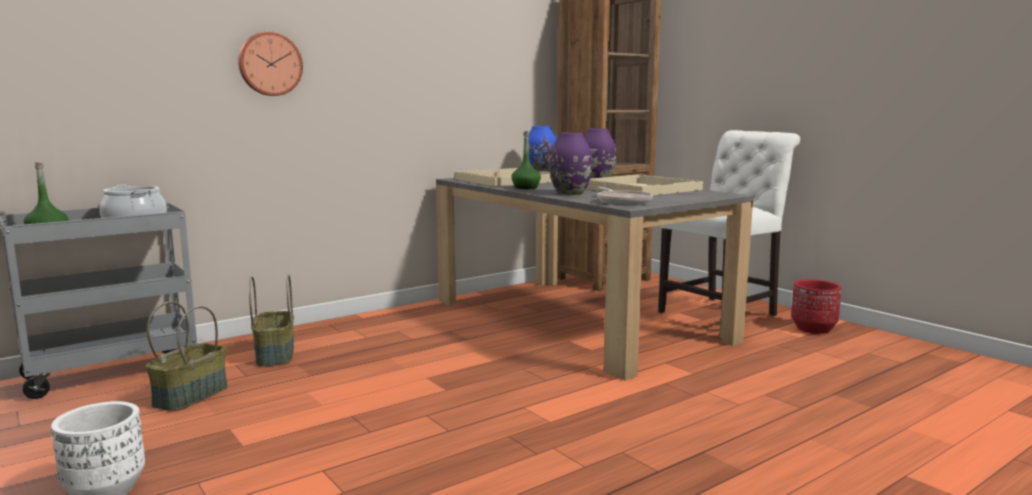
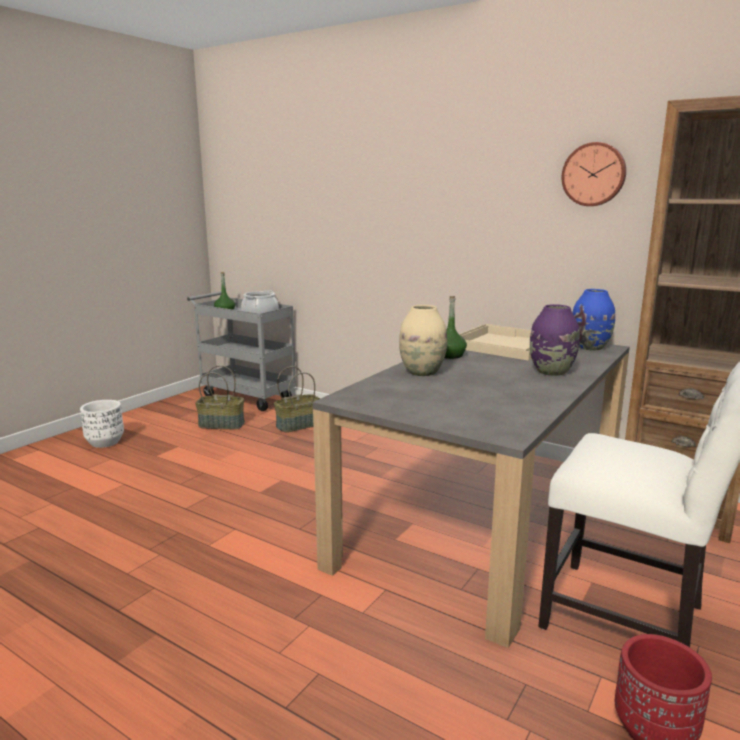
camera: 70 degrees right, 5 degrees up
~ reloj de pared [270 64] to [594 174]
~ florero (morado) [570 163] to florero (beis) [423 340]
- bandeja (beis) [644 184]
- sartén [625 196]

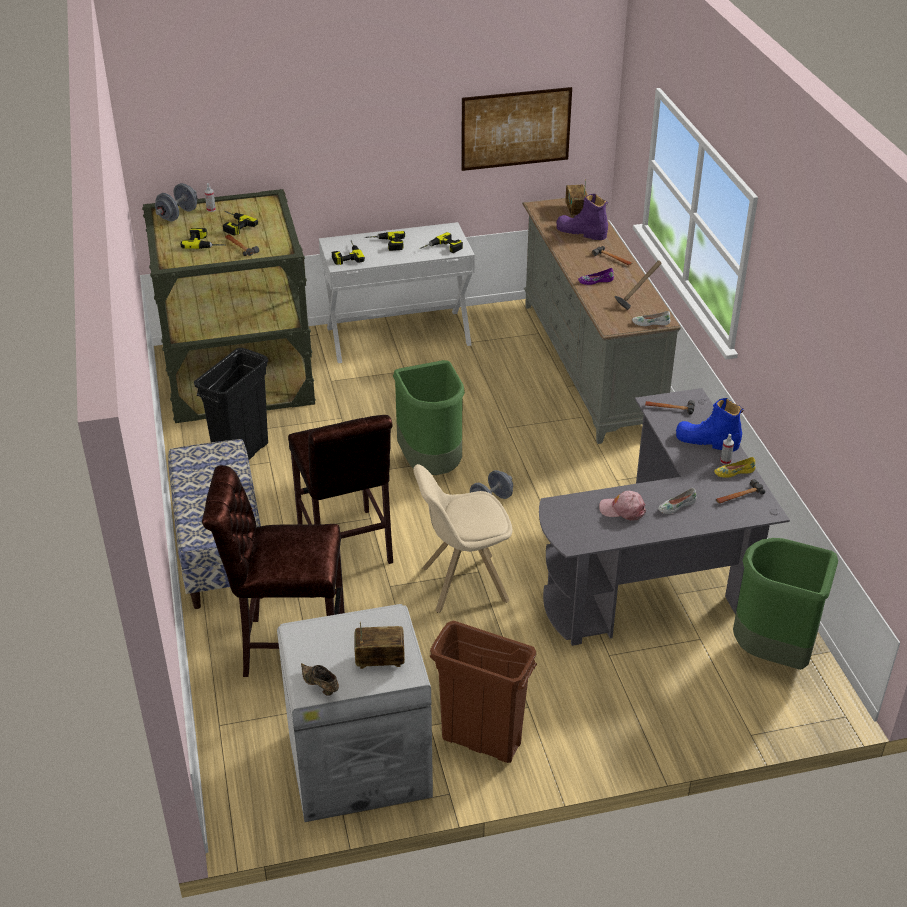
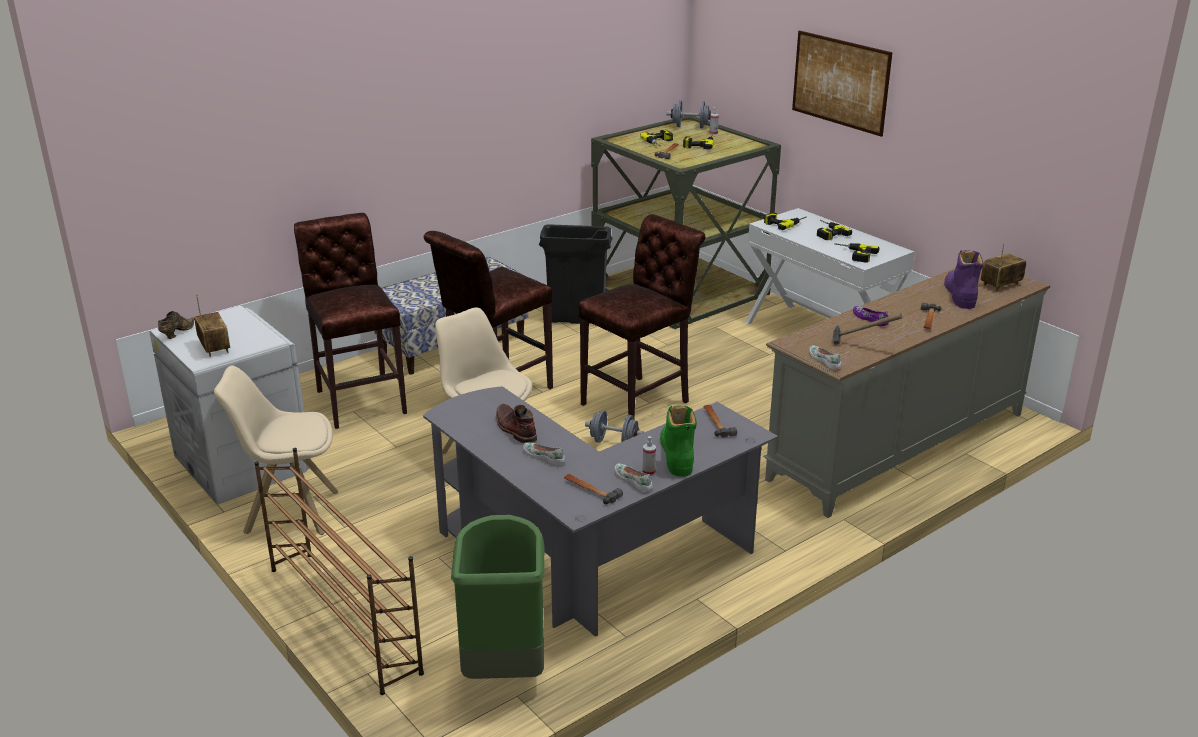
camera: 65 degrees right, 10 degrees down
~ papelera (verde) [429 417] to taburete (marrón) [642 317]
~ papelera (marrón) [483 692] to silla (beis) [276 450]
~ cuadro [516 129] to [842 83]
~ gorra (rosa) [622 506] to bota (marrón) [516 423]
~ bota (azul) [710 425] to bota (verde) [678 441]
~ zapato (amarillo) [734 467] to zapato (blanco) [633 477]
+ zapatero (marrón) [339 571]

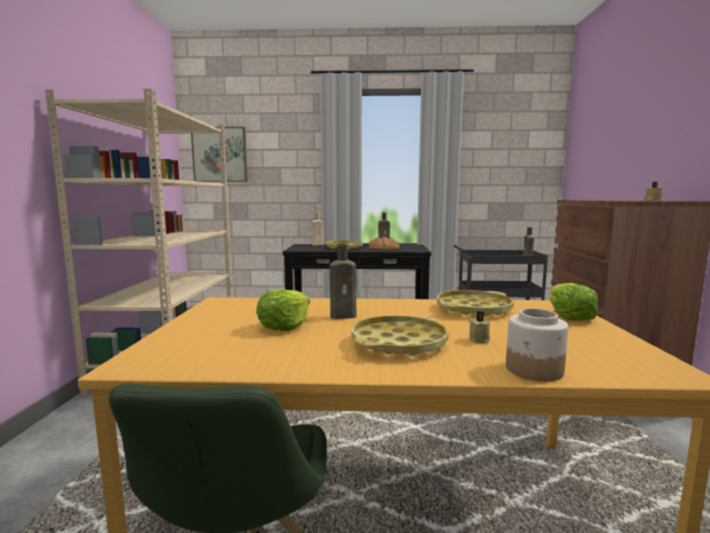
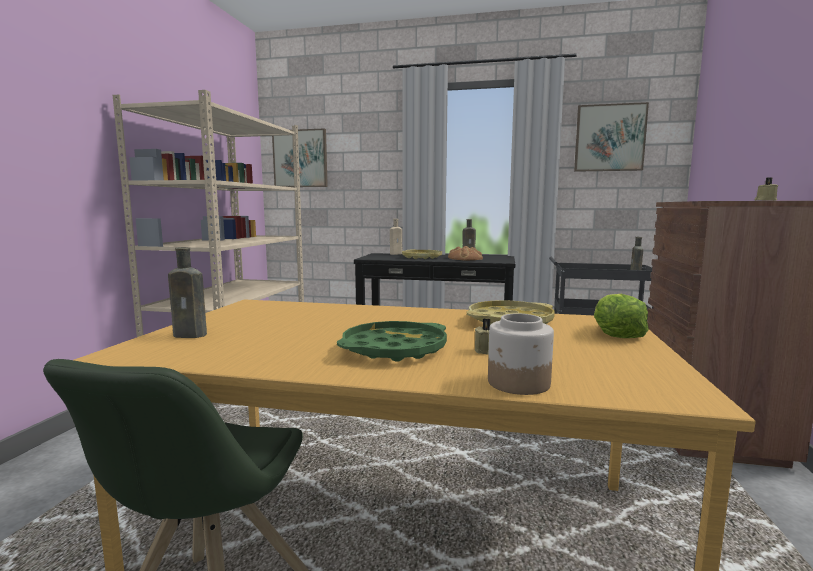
camera: 10 degrees right, 0 degrees up
- lechuga [283 310]
~ botella (marrón) [343 281] to [187 292]
~ bandeja (amarillo) [400 335] to bandeja (verde) [392 341]
+ cuadro [611 137]

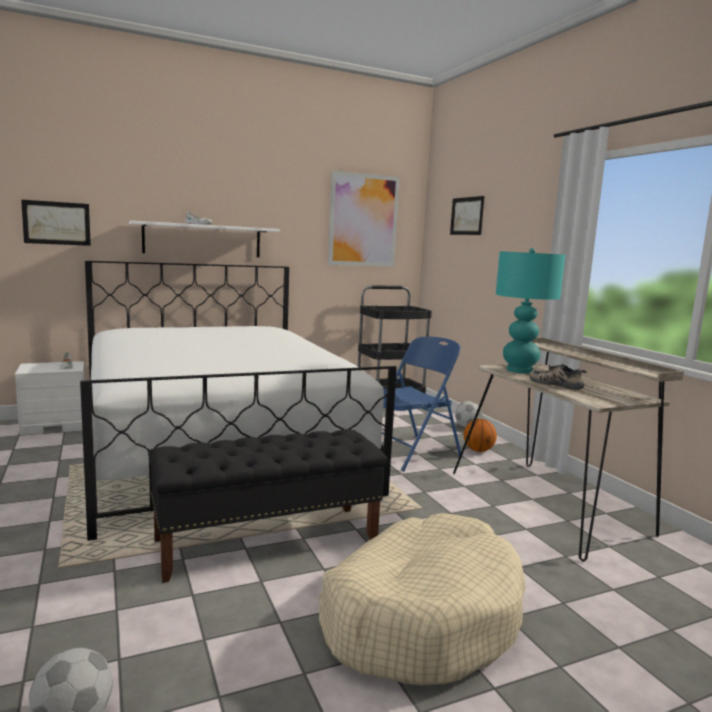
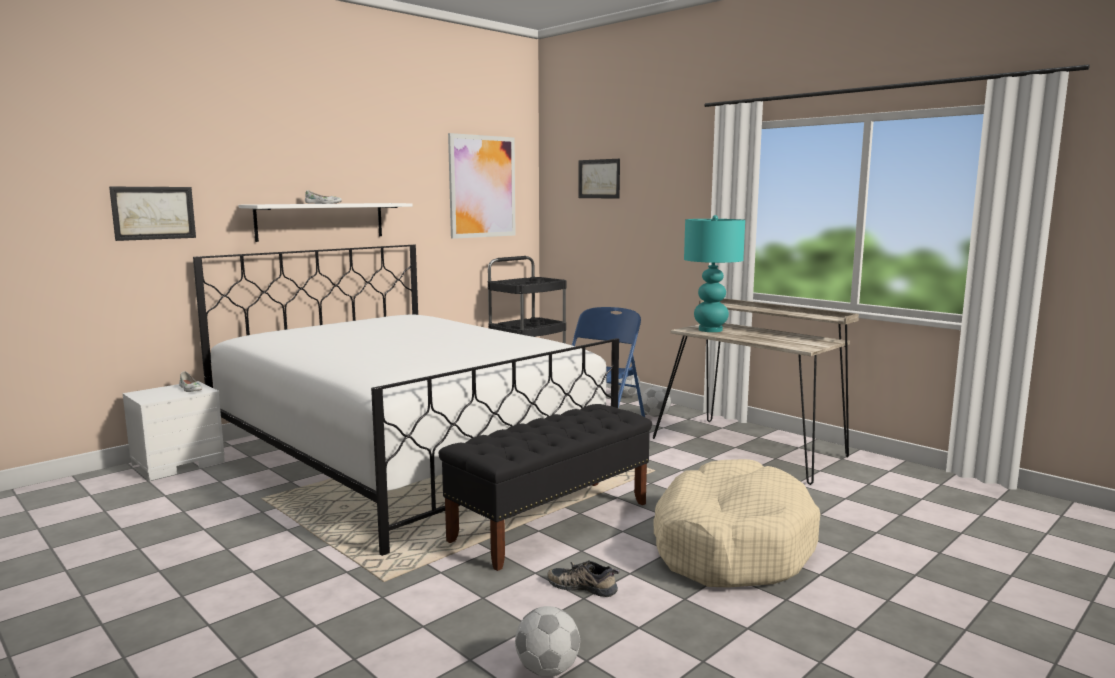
camera: 20 degrees left, 0 degrees up
~ balón de baloncesto [480 435] to balón de fútbol [656 401]
~ zapato [558 377] to [583 578]

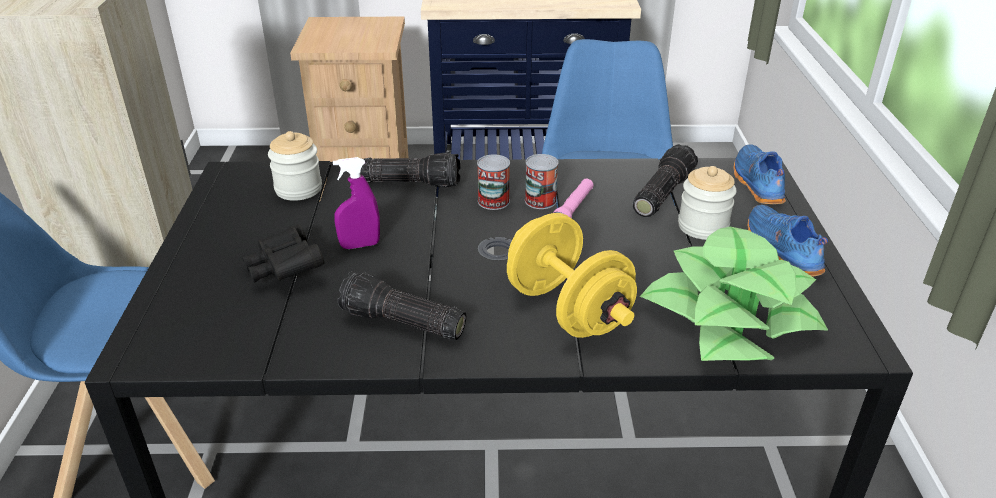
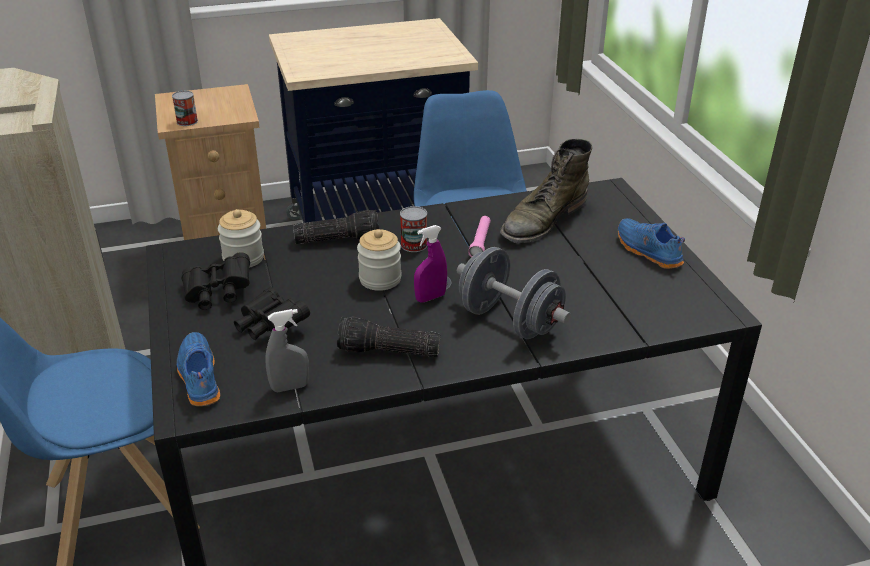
camera: 15 degrees left, 0 degrees up
~ pulverizador (morado) [356 203] to [430 263]
~ mancuerna (amarillo) [572 275] to mancuerna (gris) [514 293]
~ lata [542 181] to [185 108]
~ linterna [665 180] to bota (verde) [546 191]
- planta en maceta [734 294]
~ tarro [707 203] to [379 260]
~ zapato (azul) [759 175] to [198 369]
+ prismáticos (negro) [216 281]
+ pulverizador (gris) [287 350]

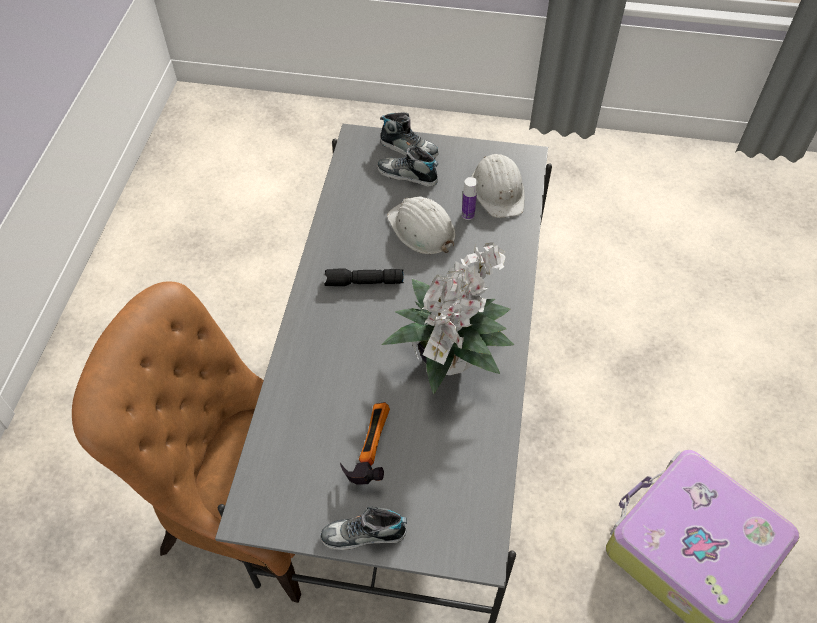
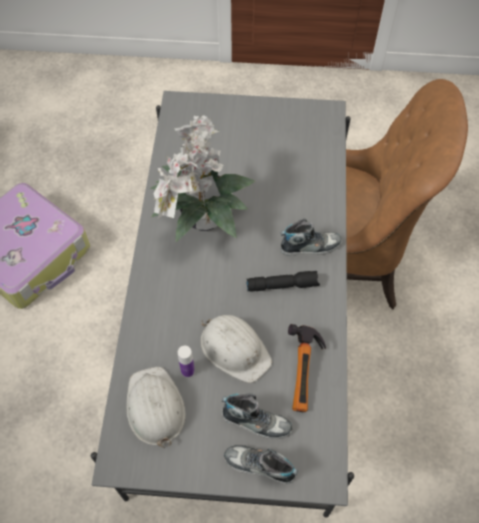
camera: 175 degrees right, 5 degrees up
~ zapato [363 528] to [311 237]
~ martillo [365 443] to [307 368]

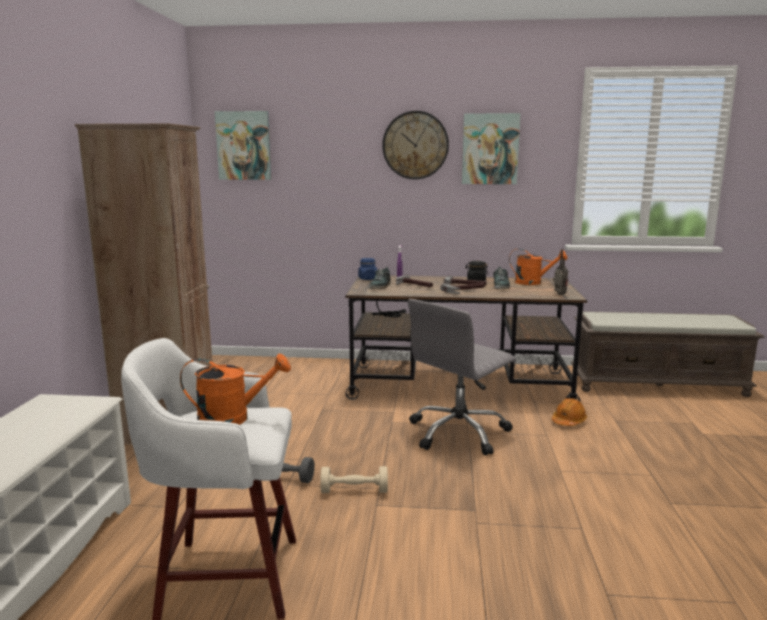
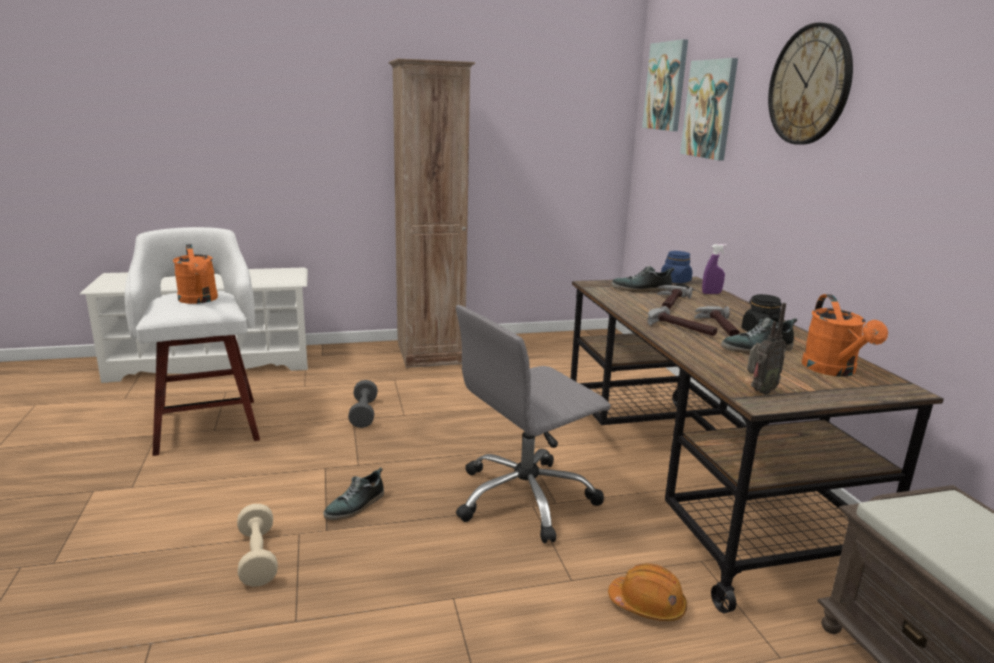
camera: 70 degrees right, 5 degrees up
~ mancuerna (beis) [354 479] to [257 545]
~ silla de oficina (gris) [462 377] = [533 424] 60 degrees counterclockwise
~ cuadro [491 148] to [709 109]
+ zapato [353 493]

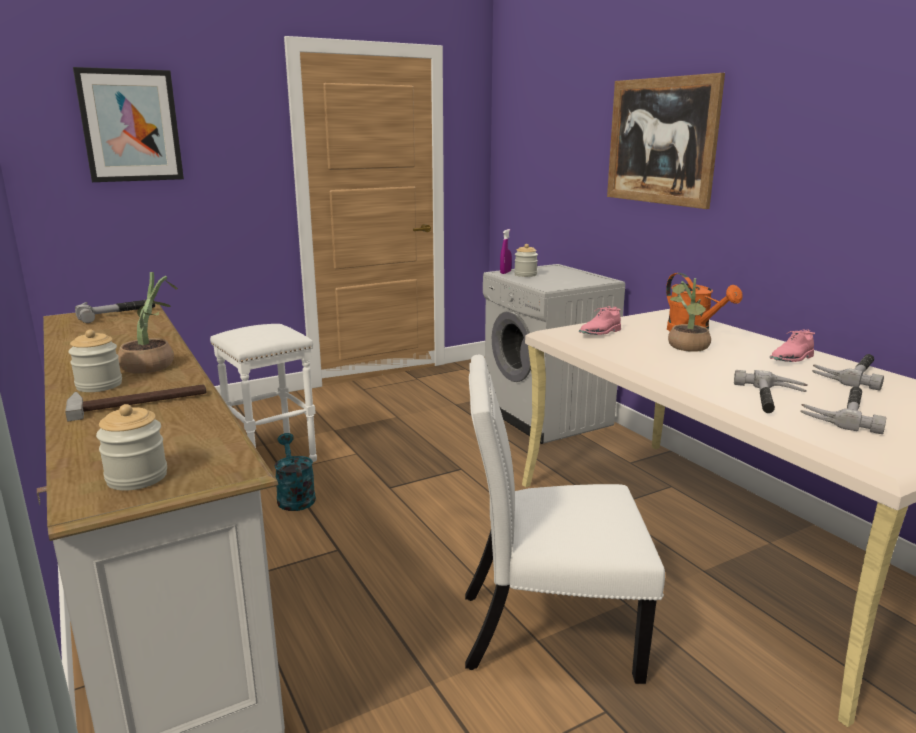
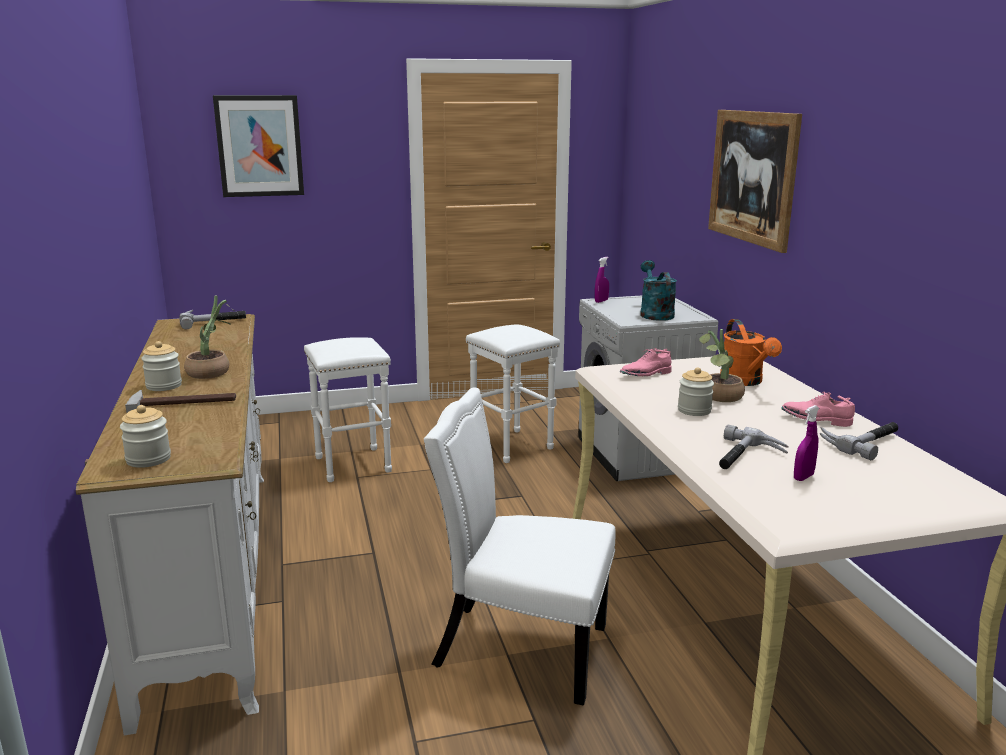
camera: 15 degrees right, 0 degrees up
~ regadera (turquesa) [295 472] to [658 290]
~ tarro [526 260] to [696 391]
~ zapato (rosa) [792 346] = [818 409] 45 degrees clockwise
~ martillo [843 410] to pulverizador (morado) [806 443]
+ taburete (blanco) [513 393]

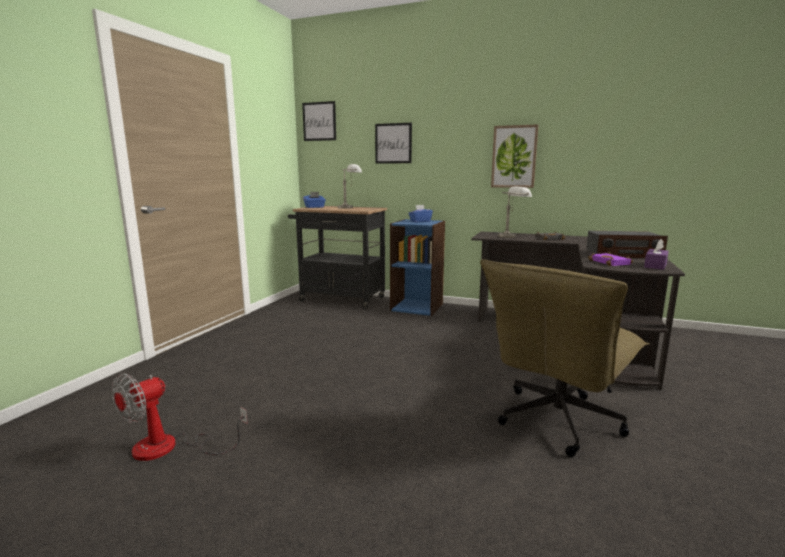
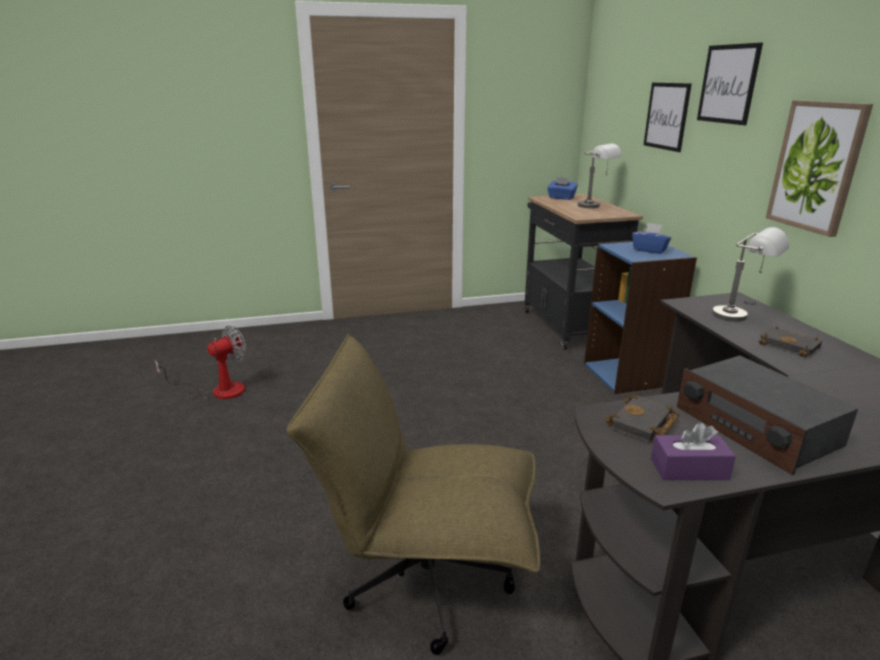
camera: 55 degrees right, 10 degrees up
~ ventilador [179 417] = [200 362] 135 degrees clockwise
~ cuadro [319 121] to [730 84]
~ libro (morado) [610 259] to libro (negro) [642 419]

